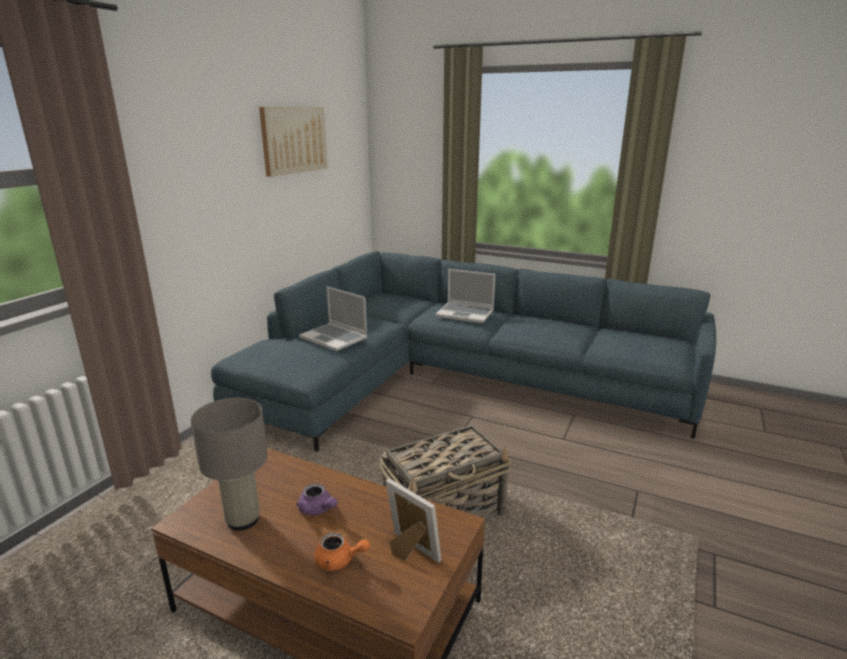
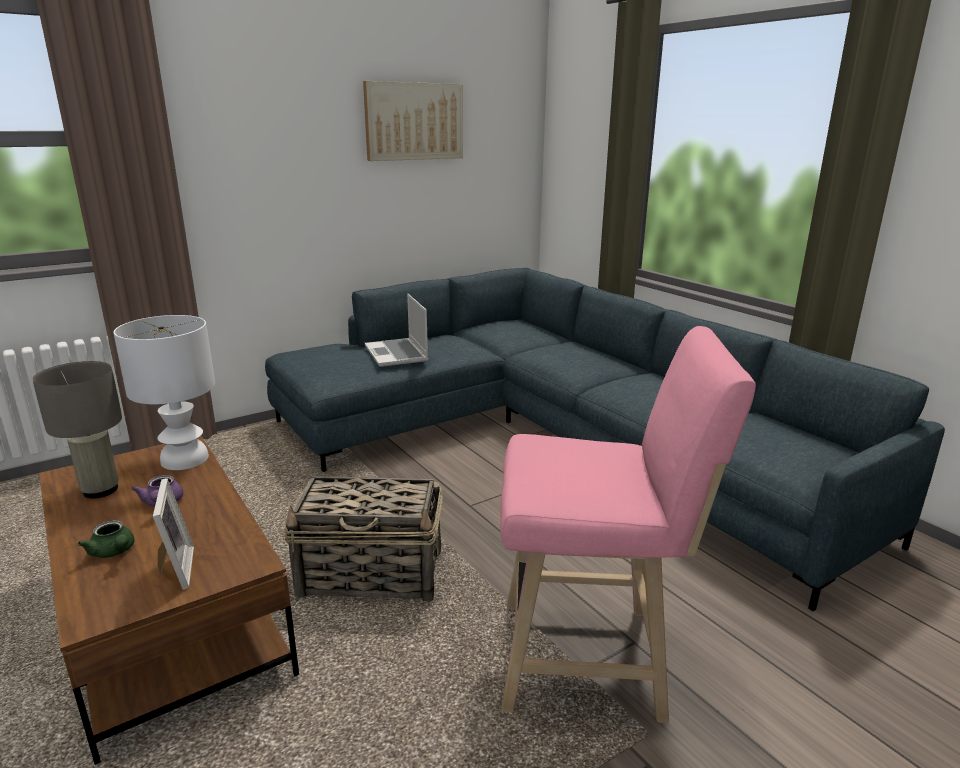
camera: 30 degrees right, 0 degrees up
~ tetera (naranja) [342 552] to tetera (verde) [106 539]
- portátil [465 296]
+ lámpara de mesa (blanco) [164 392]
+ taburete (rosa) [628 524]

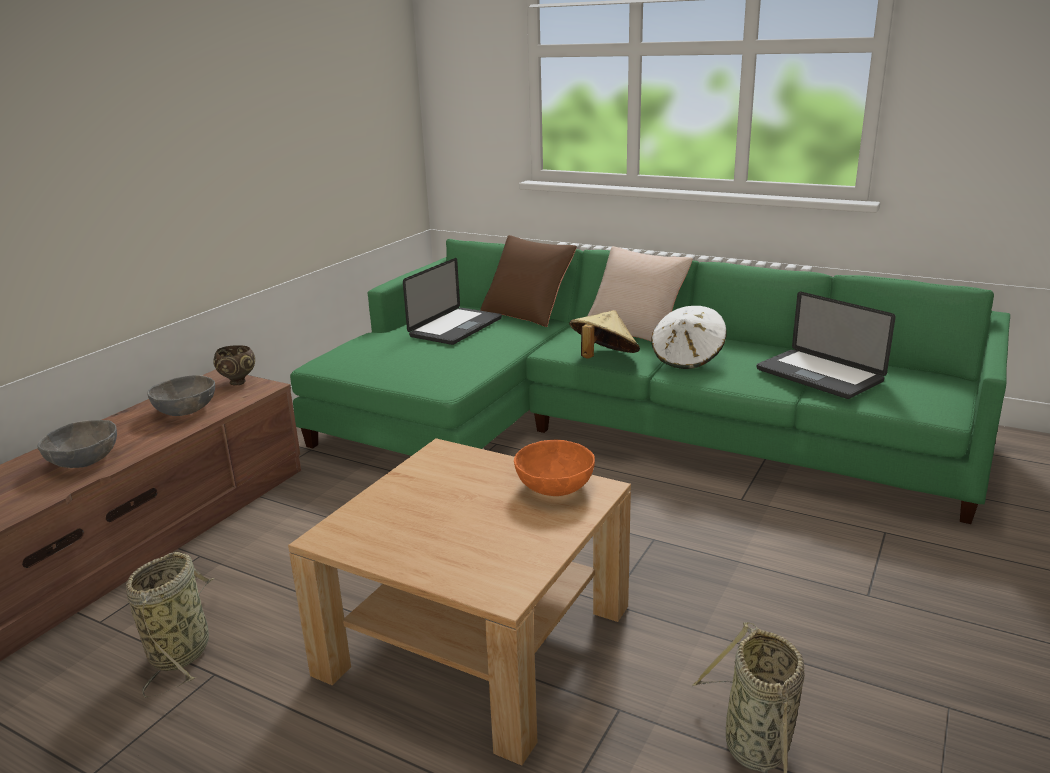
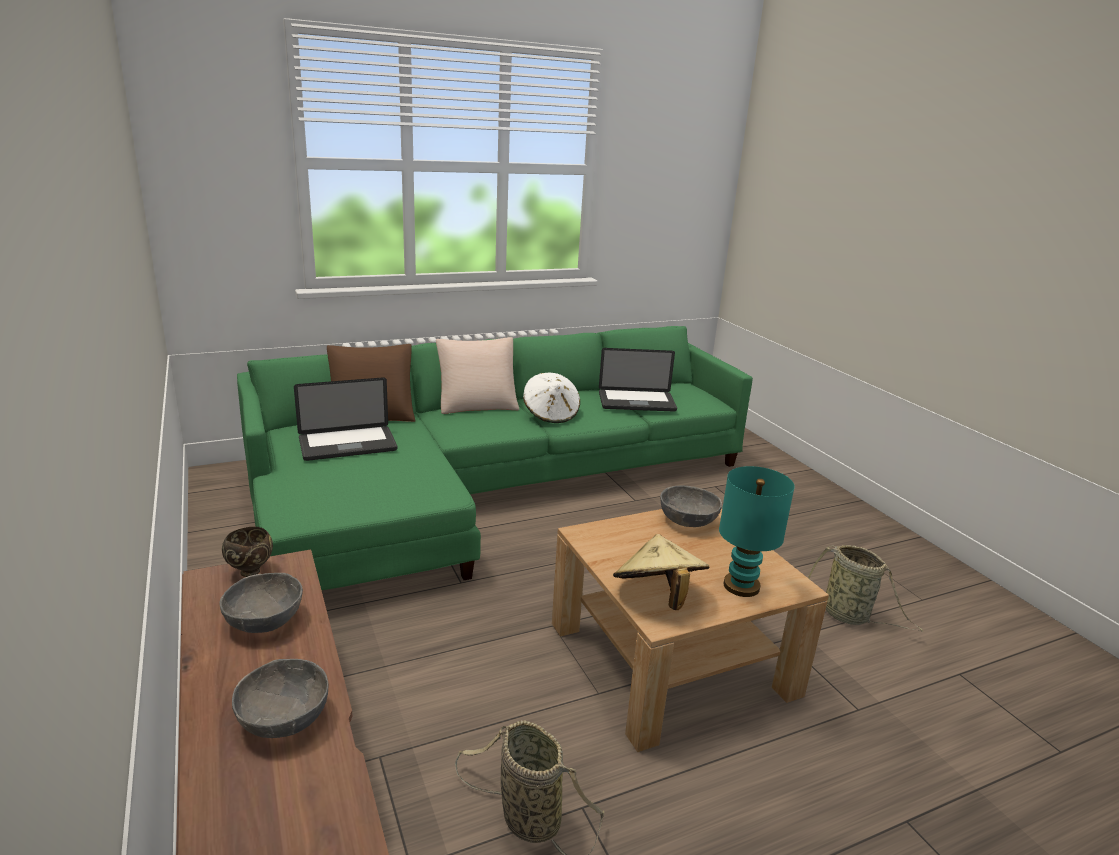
camera: 55 degrees left, 0 degrees up
~ portátil [452 301] = [346 419] 90 degrees clockwise
~ cuenco (naranja) [554 468] to cuenco (gris) [691 506]
~ sombrero (beis) [604 334] to [661 572]
+ lámpara de mesa (turquesa) [757 531]

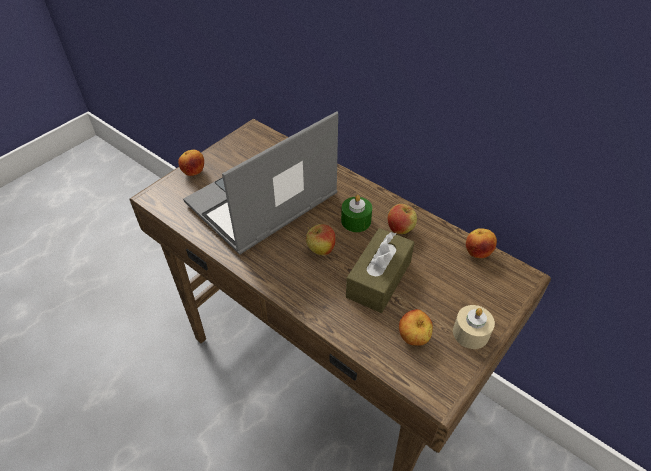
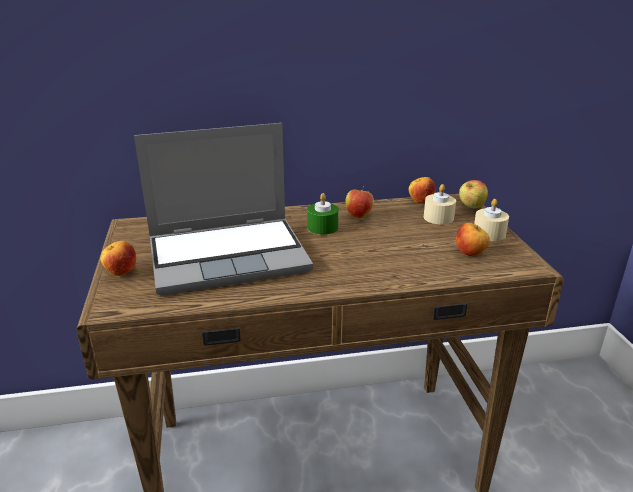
camera: 50 degrees left, 20 degrees down
~ portátil [260 183] = [223 209] 105 degrees counterclockwise
~ manzana [321 240] to [473 194]
- caja de pañuelos (marrón) [380 270]
+ vela (beis) [440 204]

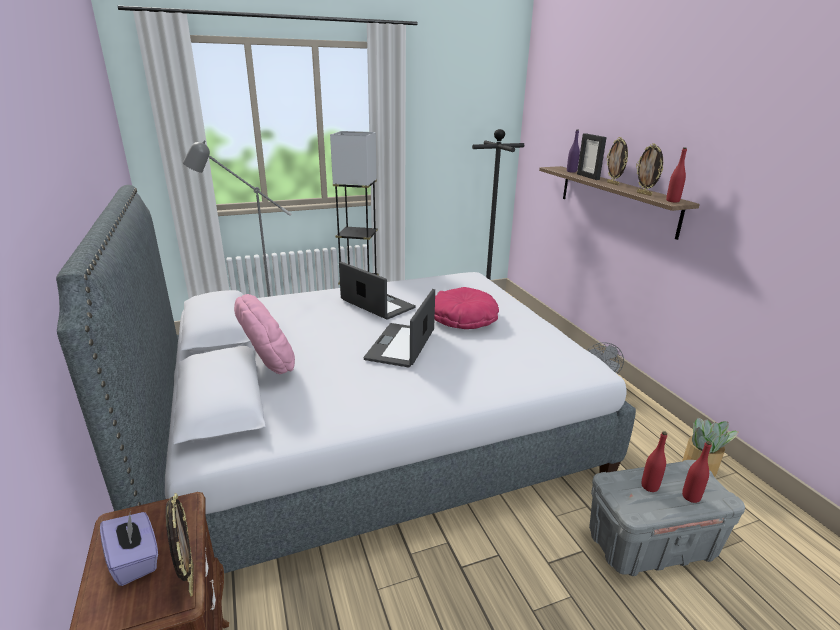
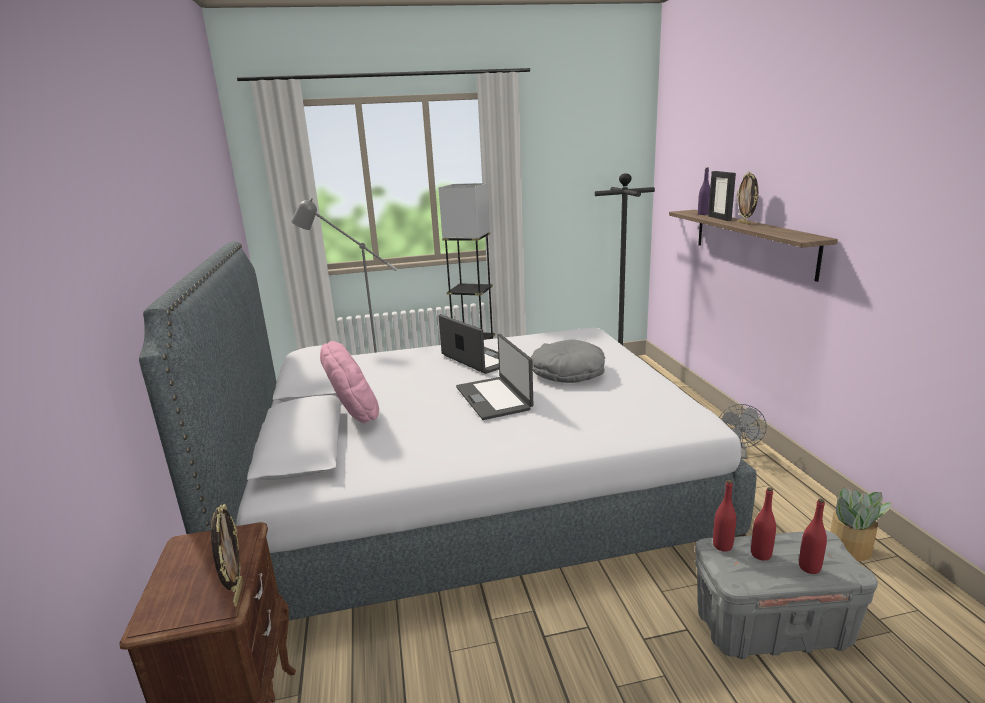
camera: 10 degrees right, 5 degrees down
- caja de pañuelos (morado) [129 549]
~ portátil [399 328] = [494 377] 45 degrees counterclockwise
~ cojín (rosa) [467 308] to cojín (gris) [568 361]
- portarretratos [649 169]
~ botella (rojo) [676 175] to [724 515]

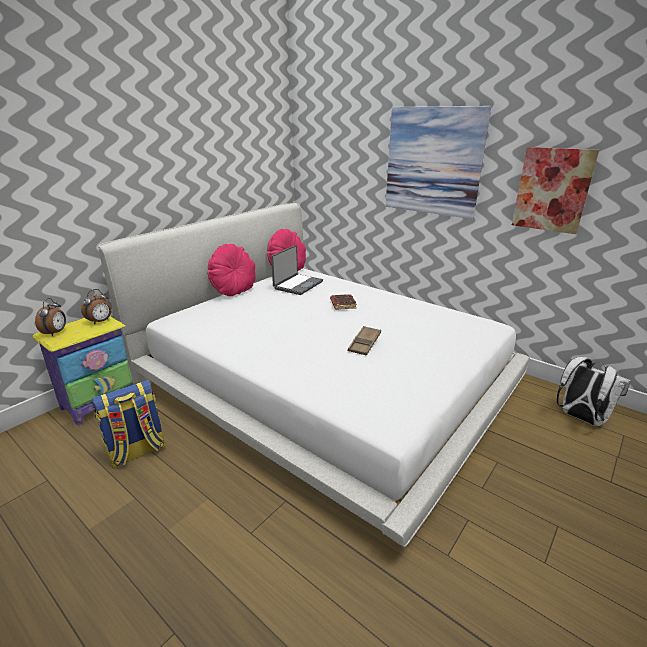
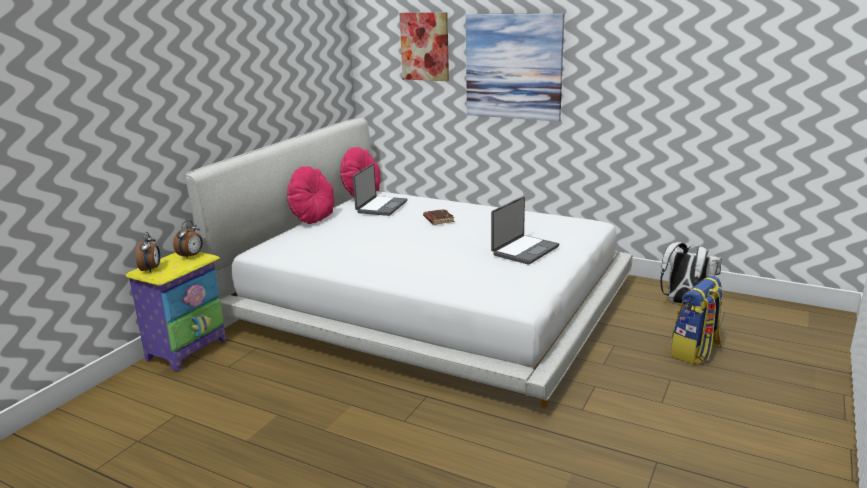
camera: 10 degrees left, 5 degrees down
~ mochila [128 424] to [697 320]
- bandeja (marrón) [364 340]
~ cuadro [555 190] to [424 46]
+ portátil [525 230]

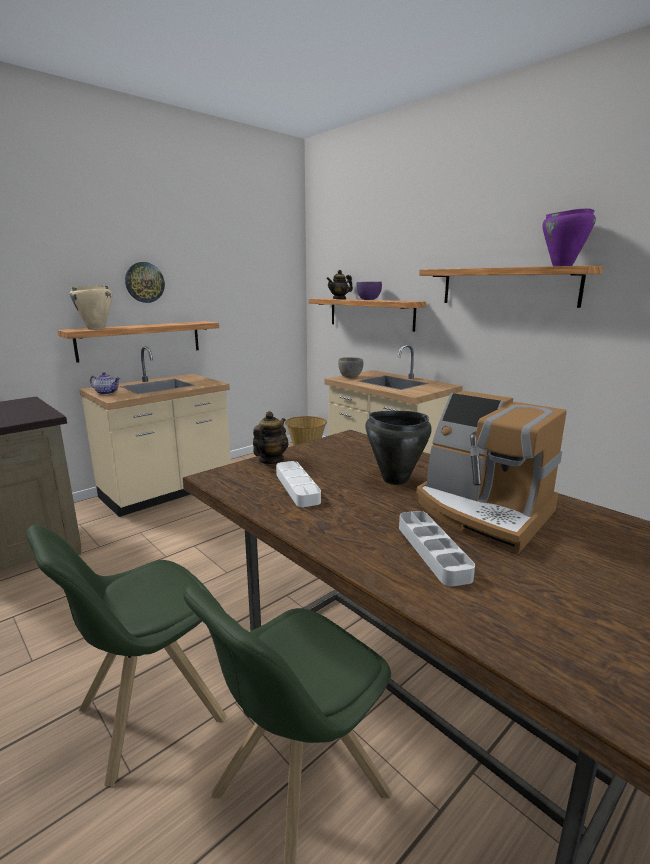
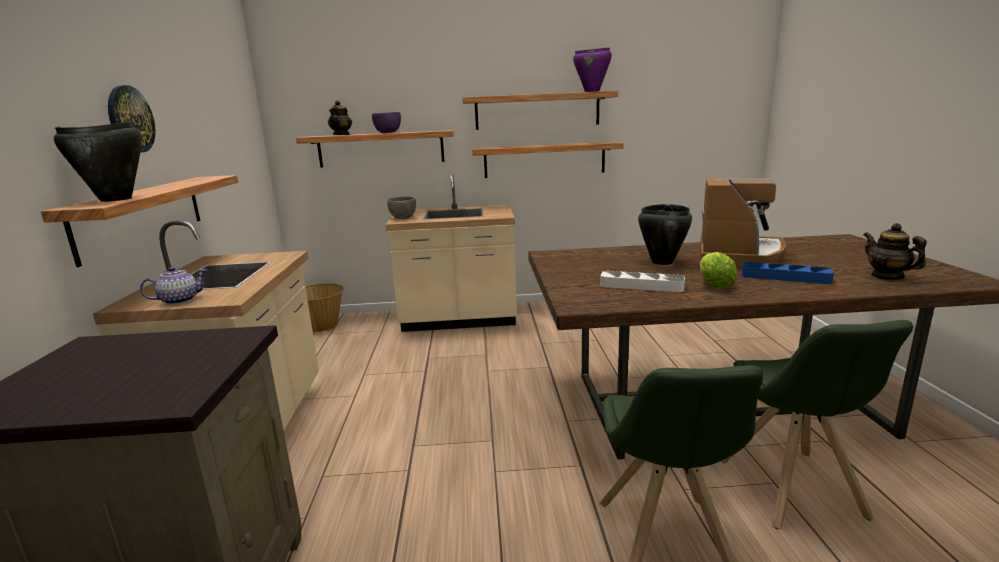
camera: 50 degrees left, 0 degrees up
~ olla (beis) [91 307] to olla (negro) [98 162]
~ tetera [270 437] to [895 251]
~ bandeja (gris) [437 548] to bandeja (azul) [788 273]
~ cafetera [492 472] = [743 223] 60 degrees counterclockwise
+ estante [548 160]
+ lechuga [718 270]

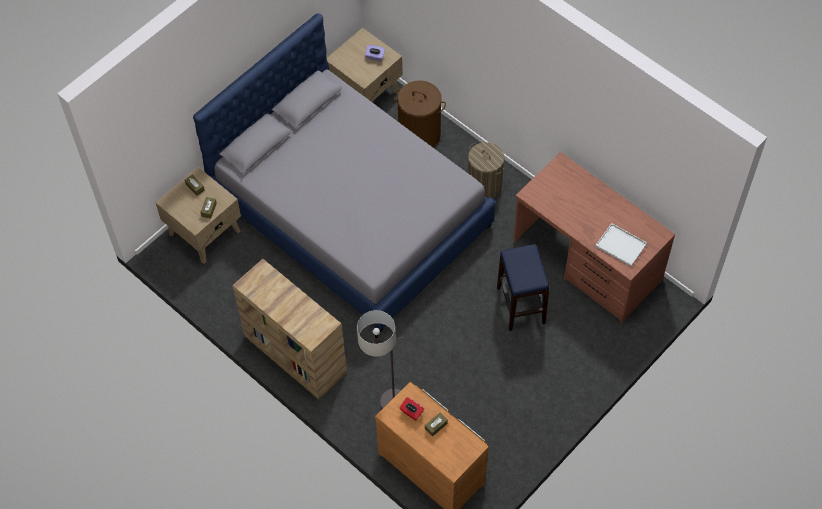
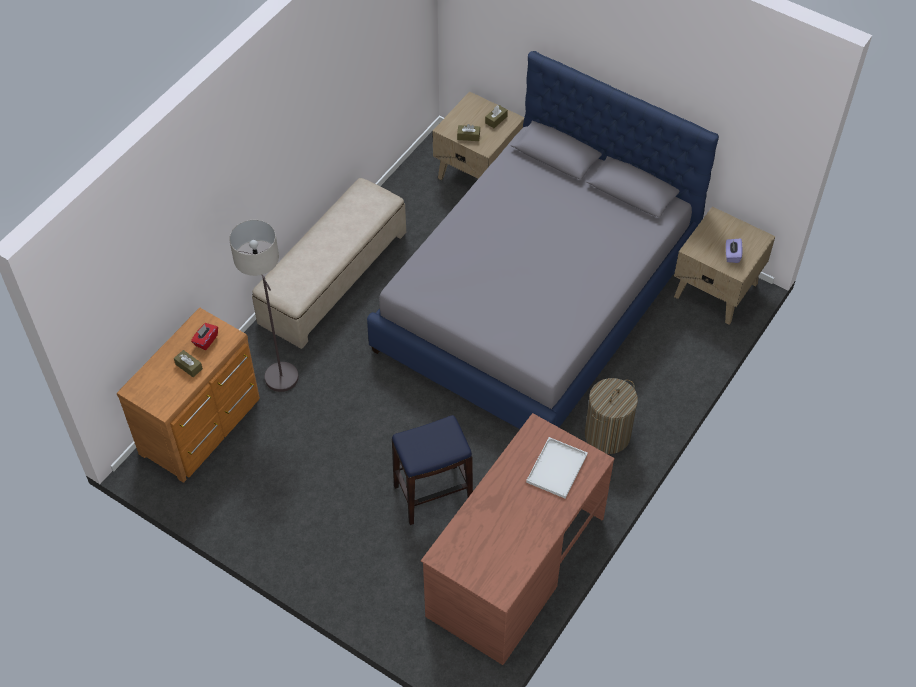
camera: 80 degrees right, 5 degrees down
~ estantería (marrón) [290 329] to banco (beis) [329 263]
- cesto de la ropa (marrón) [419 113]
~ bandeja (blanco) [621 244] to [557 468]

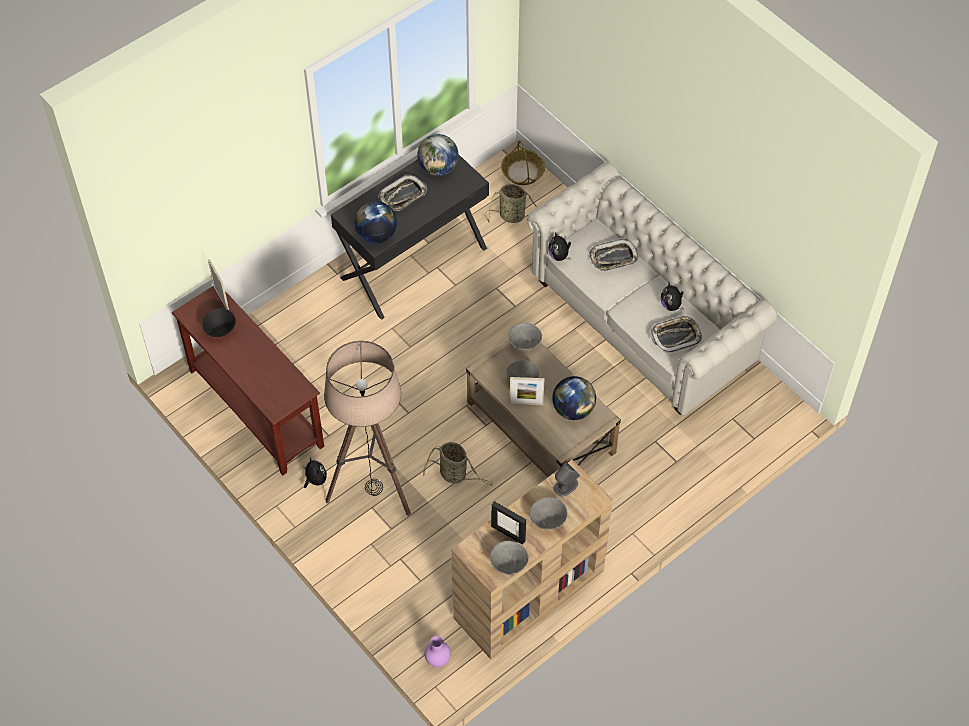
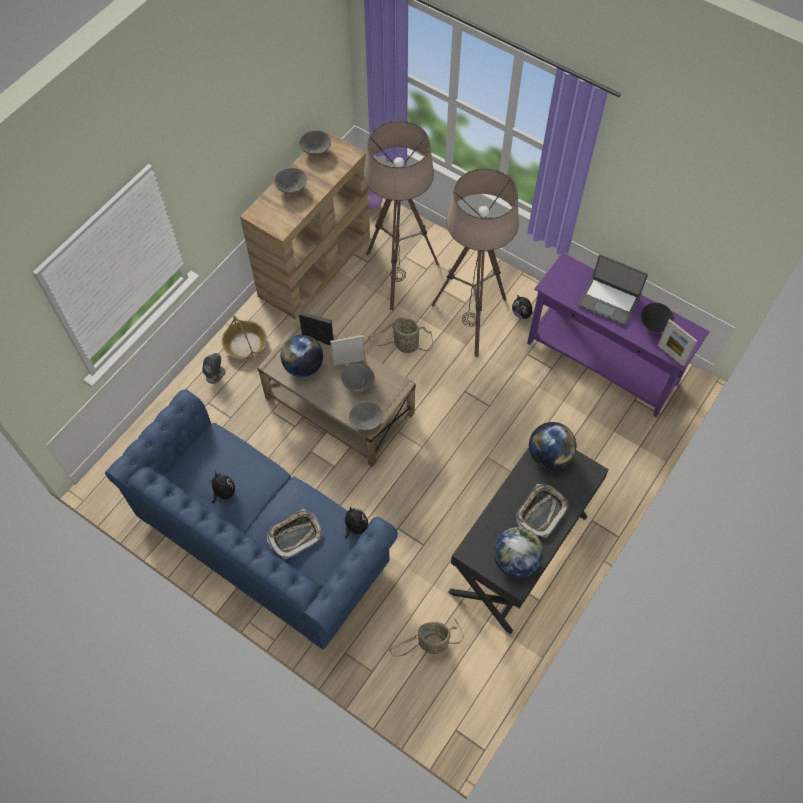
camera: 165 degrees right, 5 degrees up
~ mesa consola (marrón) [248 381] to mesa consola (morado) [618 334]
~ portarretratos [508 523] to [316 328]
~ cesta [523 162] to [244 337]
~ sofá (blanco) [652 288] to sofá (azul) [251 519]
~ altavoz (gris) [567 479] to [213 368]
- bandeja [676 334]
+ lámpara de pie [401 215]
+ portátil [613 290]

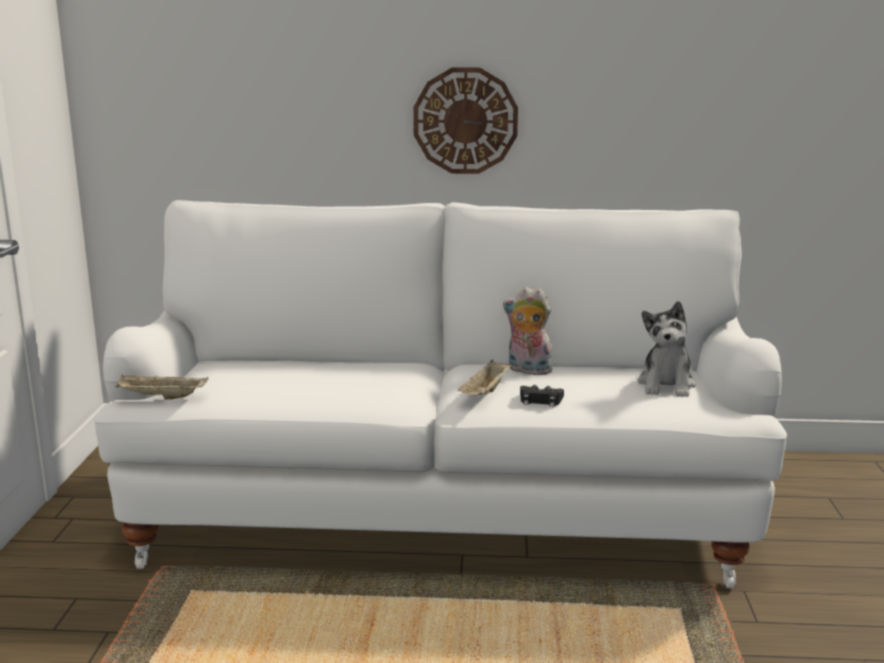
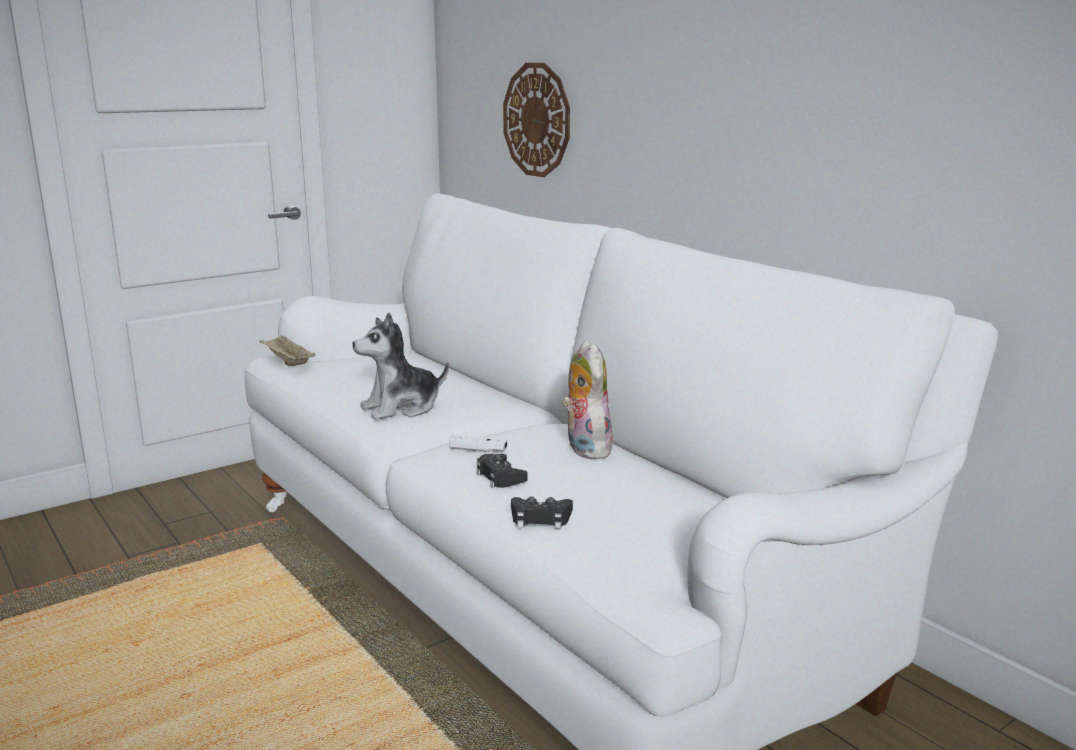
camera: 50 degrees right, 0 degrees up
~ reloj de pared [465 120] to [536 120]
~ bandeja (beis) [484 377] to mando de consola (blanco) [478 443]
~ peluche [667 349] to [400 366]
+ mando de consola (negro) [542 512]

